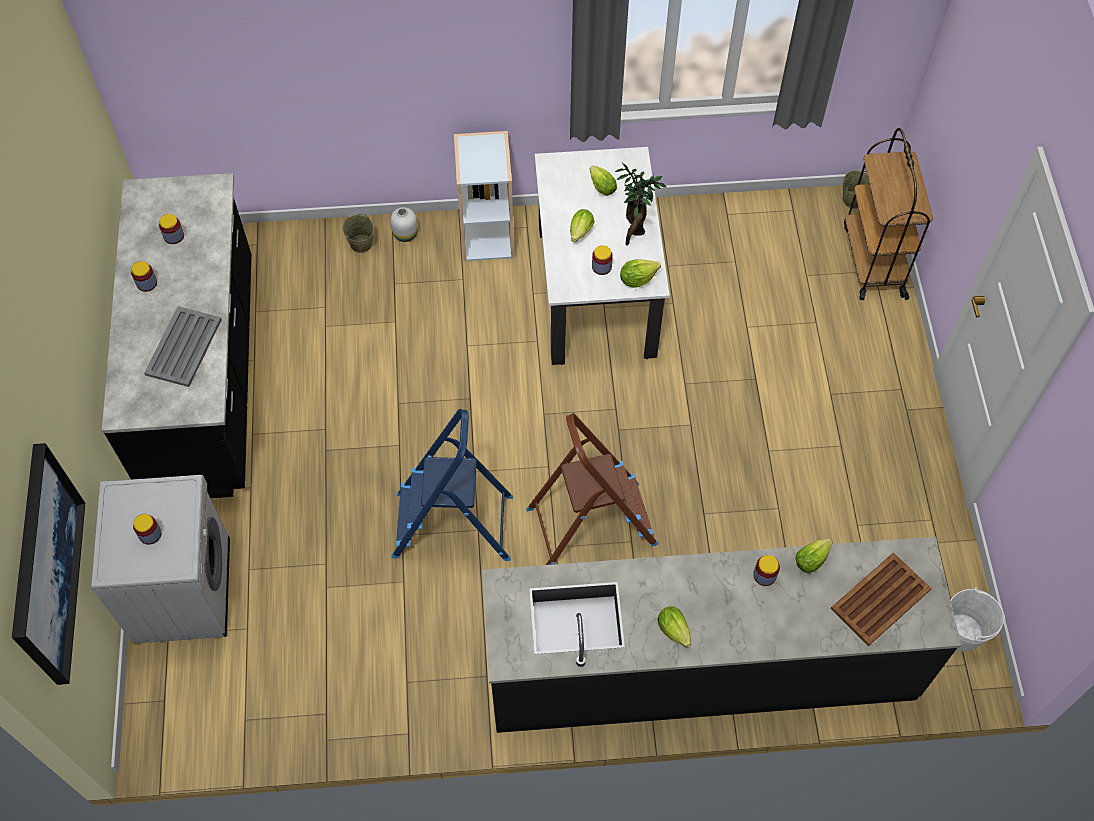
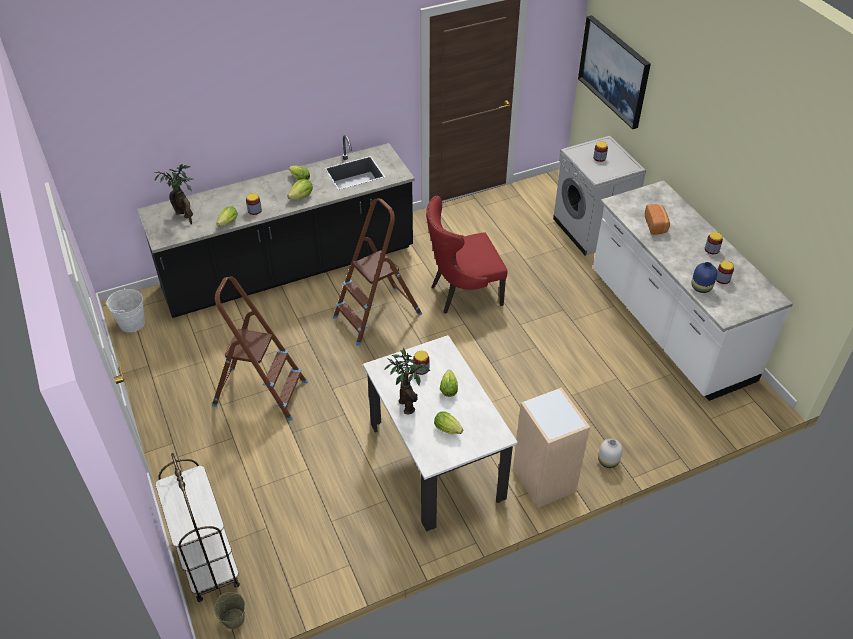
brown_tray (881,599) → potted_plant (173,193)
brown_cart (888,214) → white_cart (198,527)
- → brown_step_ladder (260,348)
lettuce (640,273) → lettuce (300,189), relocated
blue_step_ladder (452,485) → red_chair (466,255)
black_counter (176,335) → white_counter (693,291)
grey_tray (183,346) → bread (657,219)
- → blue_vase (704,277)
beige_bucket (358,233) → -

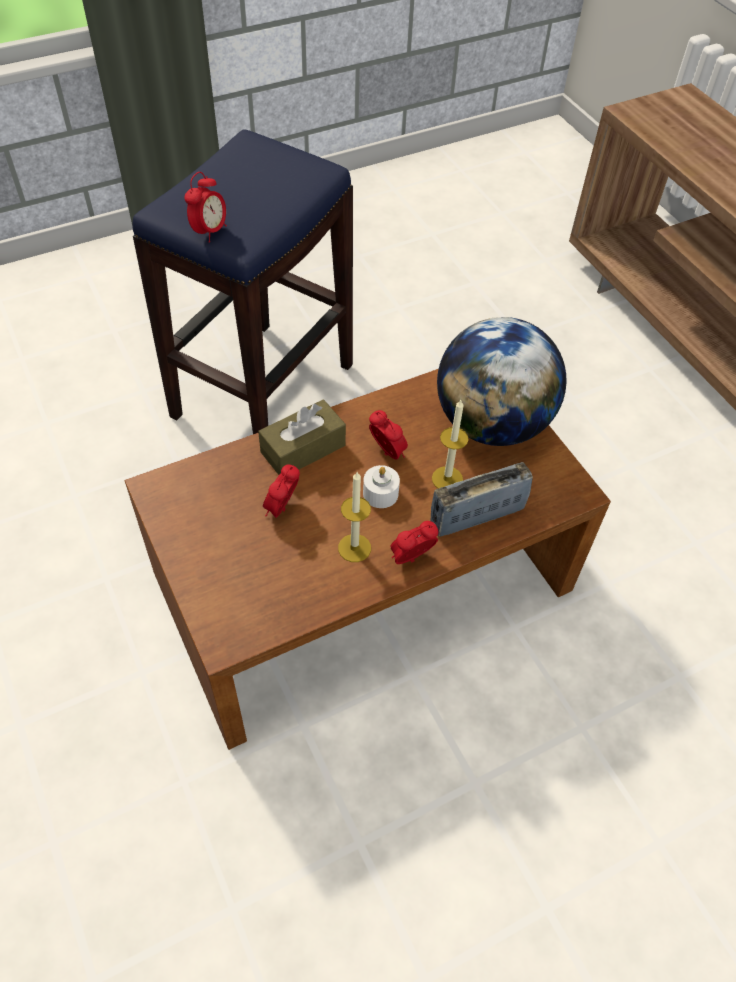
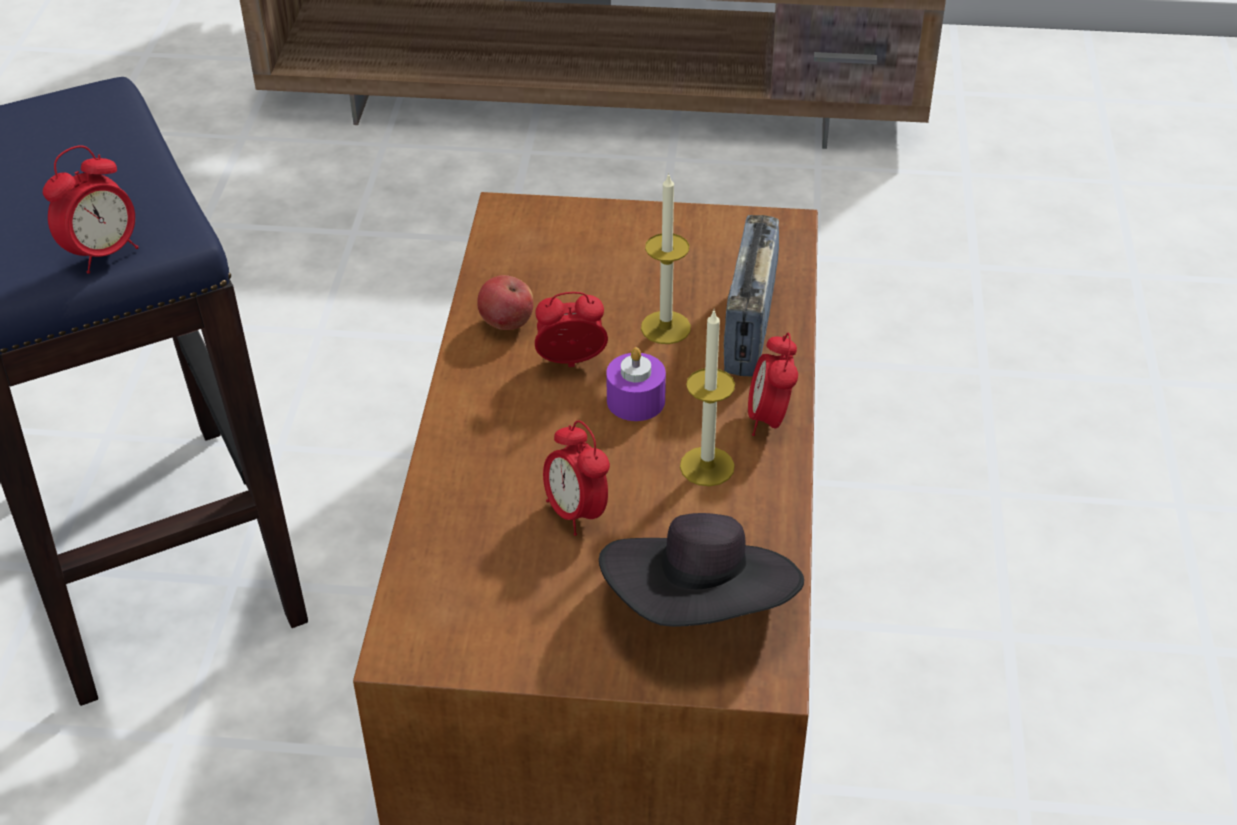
alarm_clock (206,207) → alarm_clock (91,210), 75 degrees clockwise
- → apple (505,302)
- → black_hat (701,570)
white_candle (381,486) → purple_candle (636,384)
brown_tissue_box (302,437) → -
globe (501,381) → -

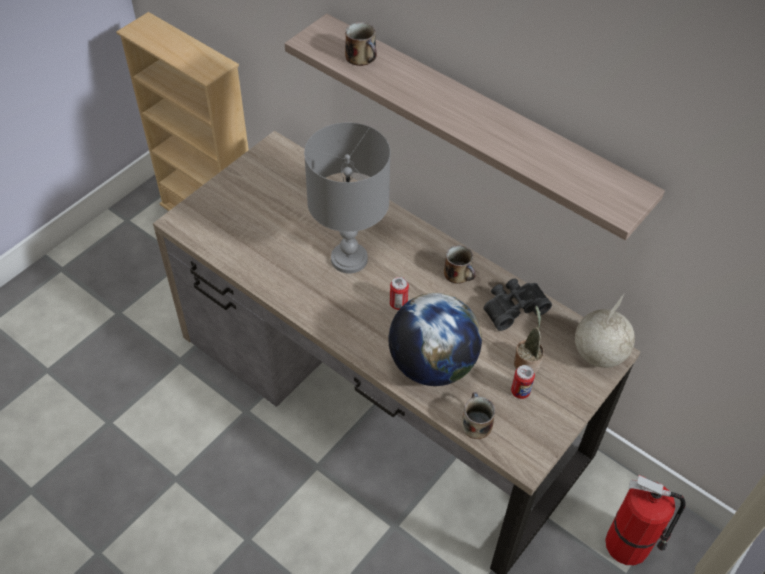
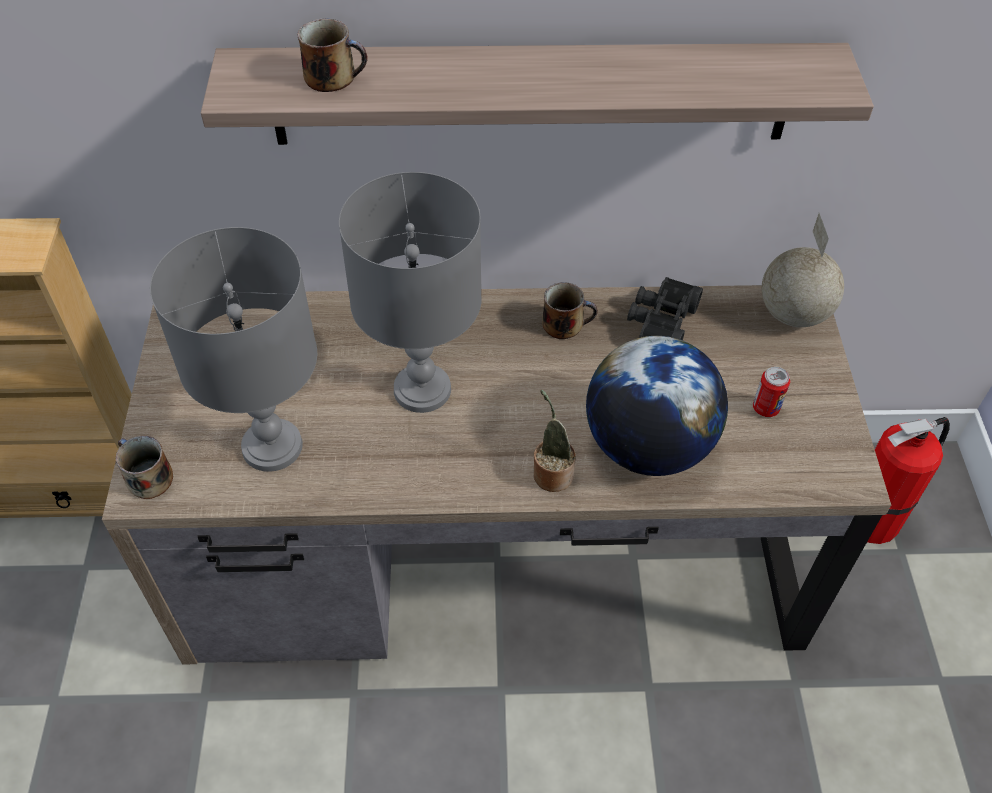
mug (478,415) → mug (144,467), relocated
- → grey_table_lamp (233,349)
potted_plant (529,339) → potted_plant (555,441), relocated
can (399,293) → -

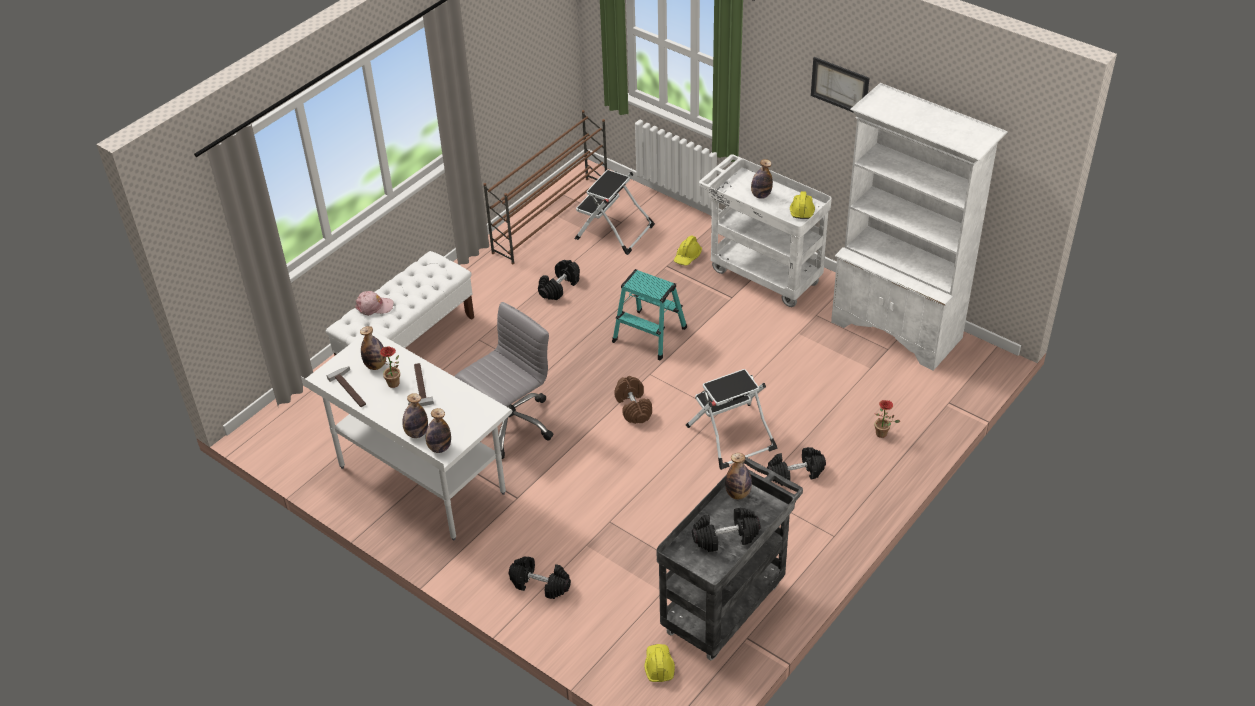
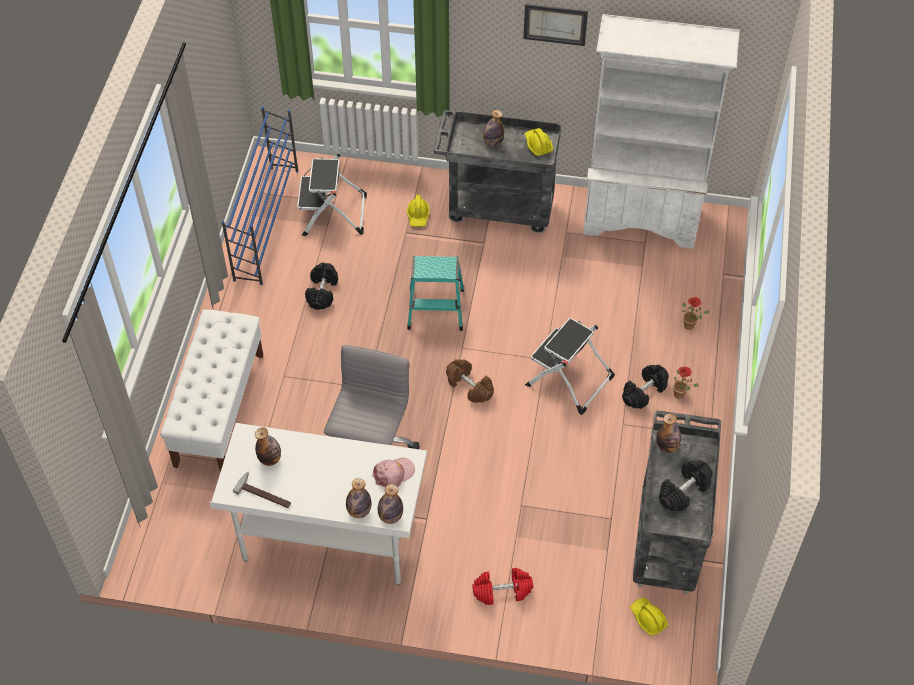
brown_shoe_rack (545,187) → blue_shoe_rack (260,195)
pink_cap (374,303) → pink_cap (394,472), relocated
white_cart (765,230) → black_cart (497,171)
black_dumbbell (540,578) → red_dumbbell (502,586)
potted_plant (389,367) → potted_plant (686,383), relocated
hammer (421,384) → -

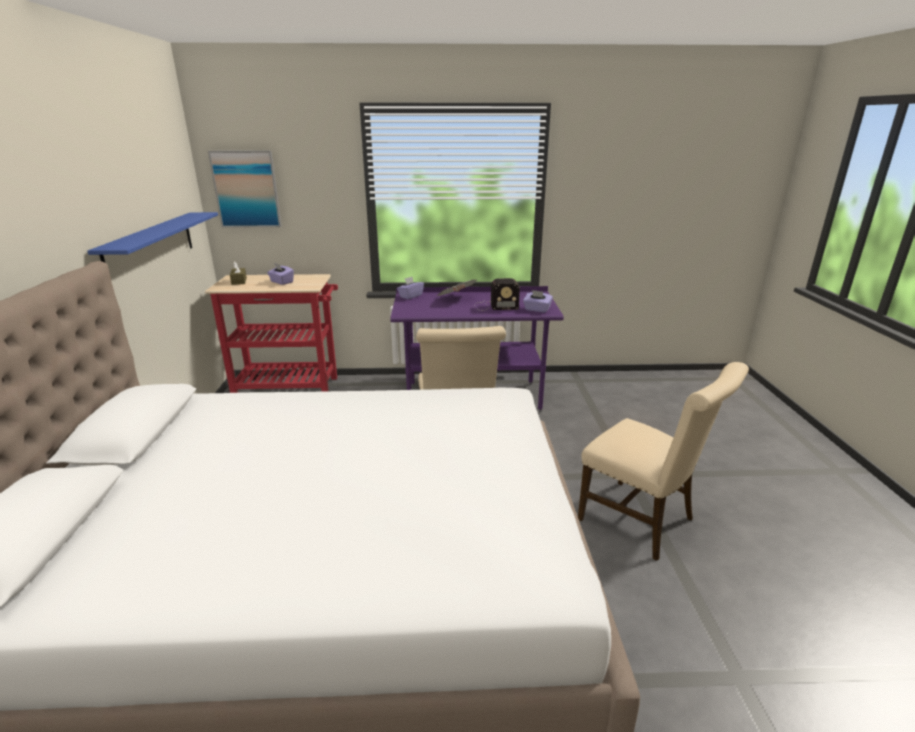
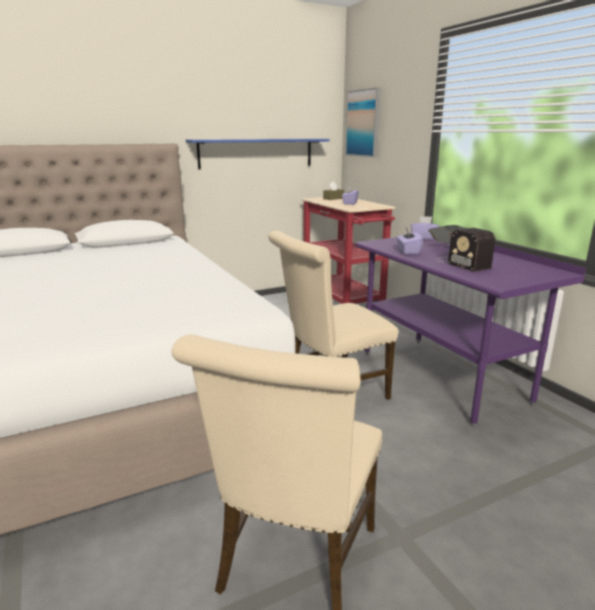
purple_tissue_box (538,301) → purple_tissue_box (409,241), relocated

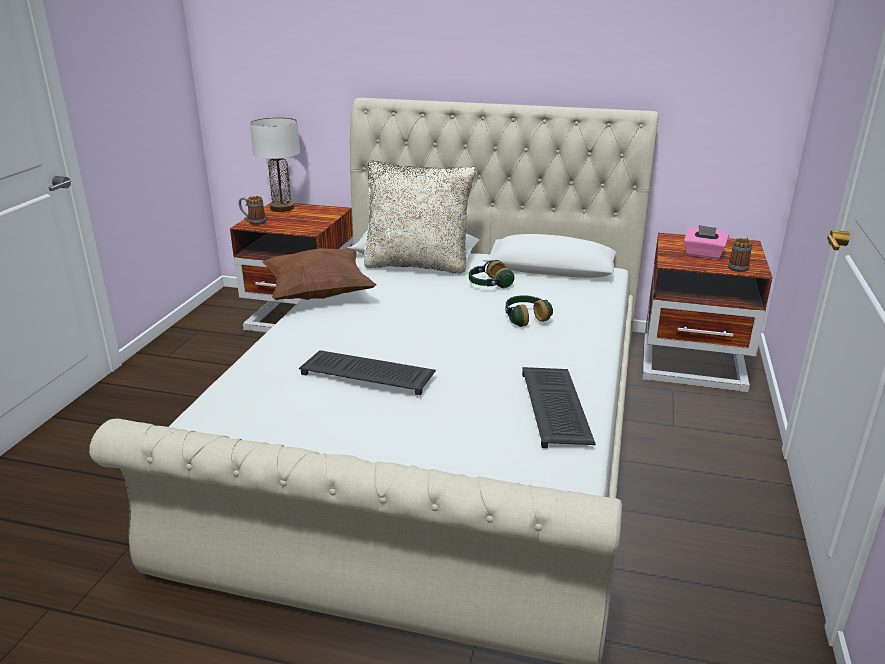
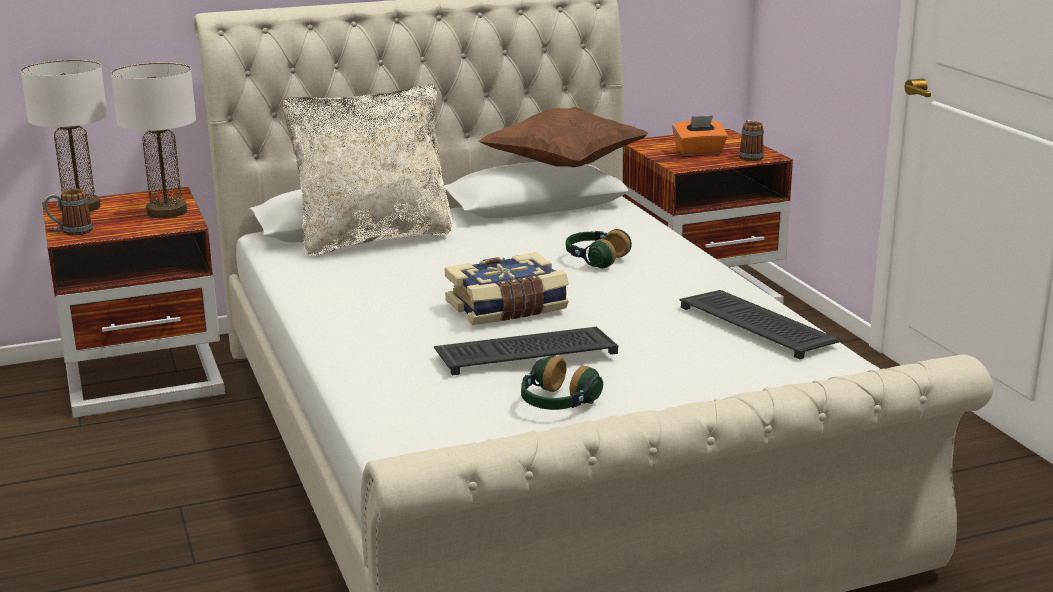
- → table_lamp (153,140)
- → book (507,288)
brown_pillow (319,274) → brown_pillow (564,137), relocated
headphones (491,274) → headphones (562,382), relocated
pink_tissue_box (706,242) → orange_tissue_box (700,136)

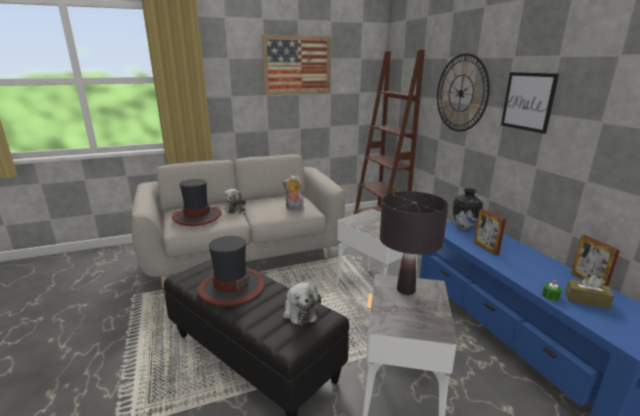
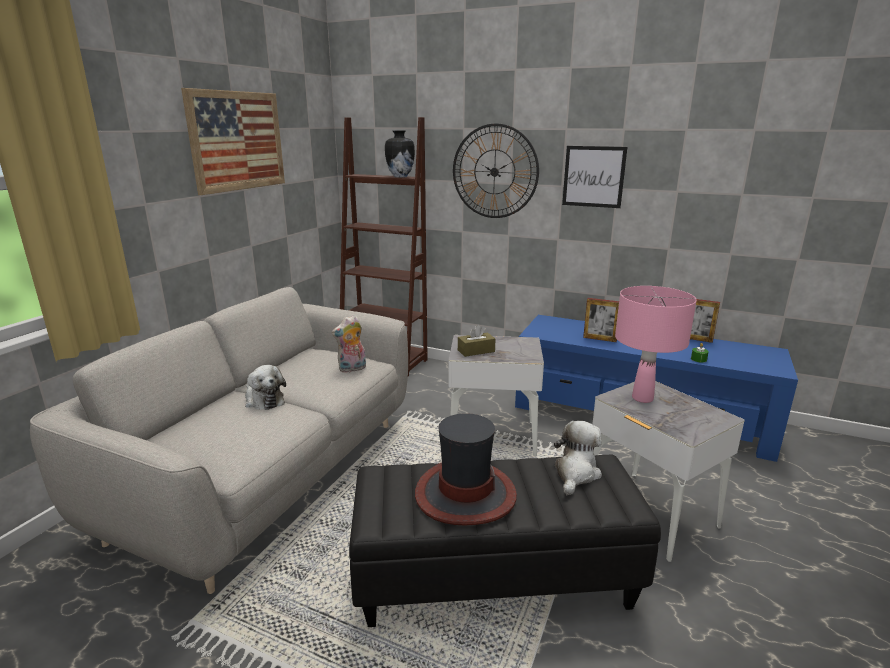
vase (468,209) → vase (400,154), relocated
brown_tissue_box (589,292) → brown_tissue_box (477,341), relocated
plush_toy (302,303) → plush_toy (578,458), 90 degrees counterclockwise
black_table_lamp (414,243) → pink_table_lamp (656,344)
hat (197,202) → -

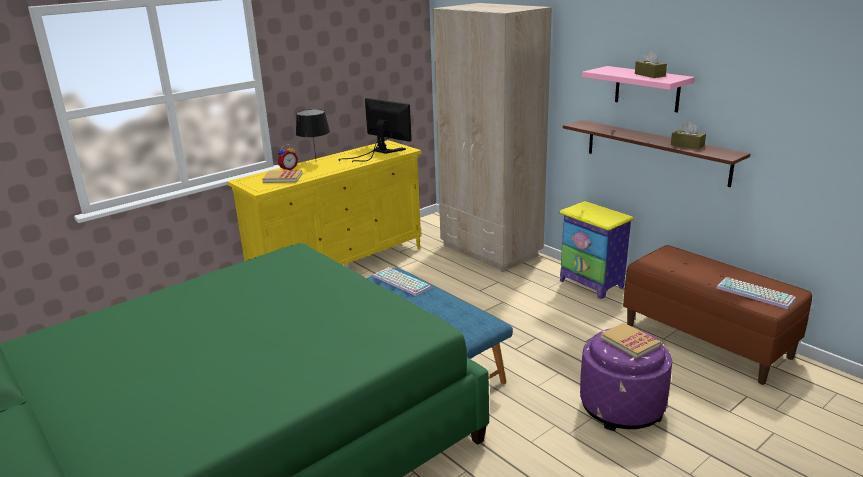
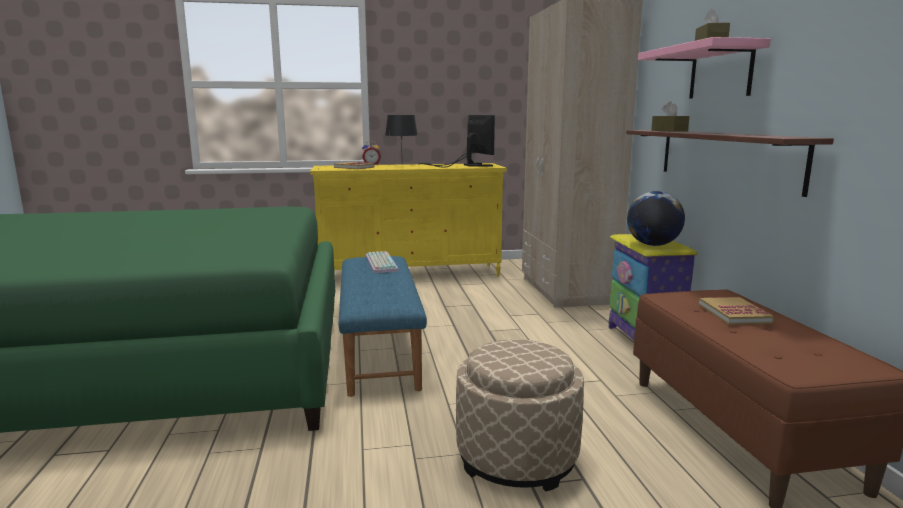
purple_ottoman (626,379) → beige_ottoman (520,415)
- → globe (656,218)
brown_tissue_box (688,135) → brown_tissue_box (670,116), relocated
book (631,341) → book (737,311), relocated
keyboard (756,293) → -

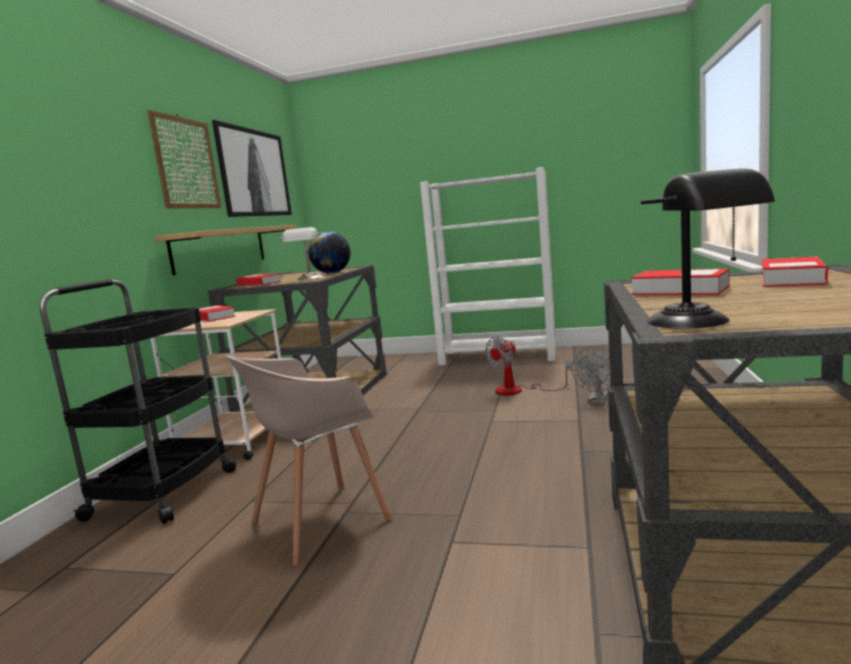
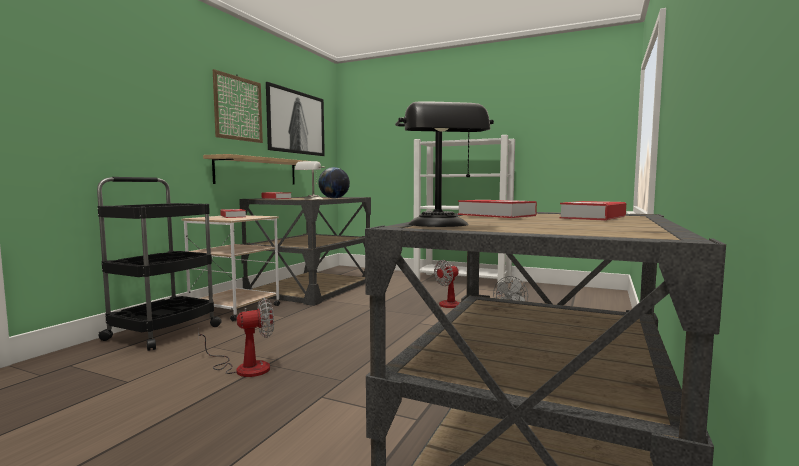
beige_chair (308,460) → fan (236,337)

